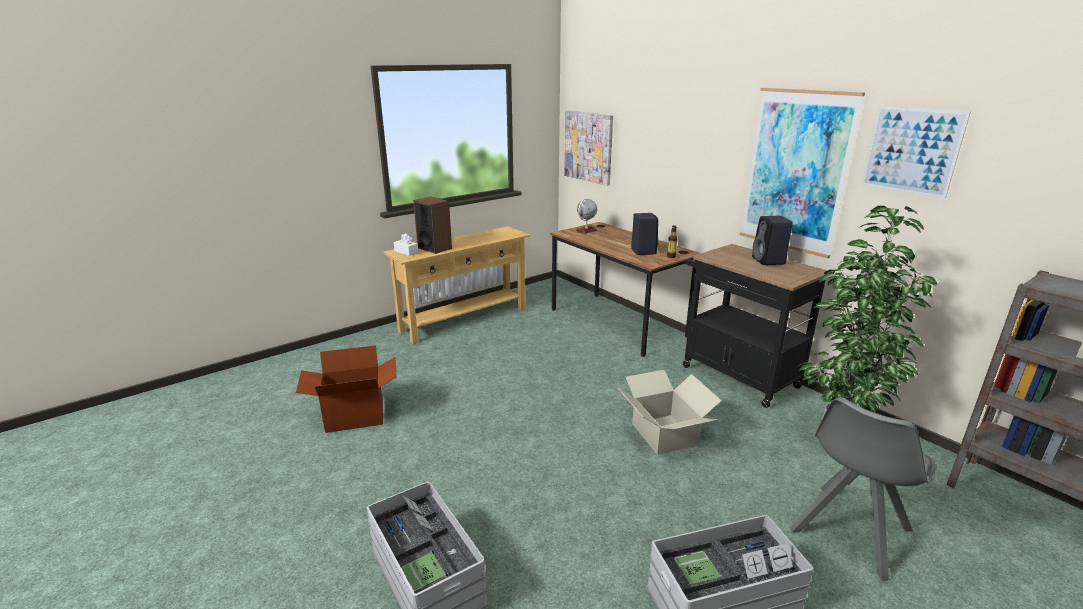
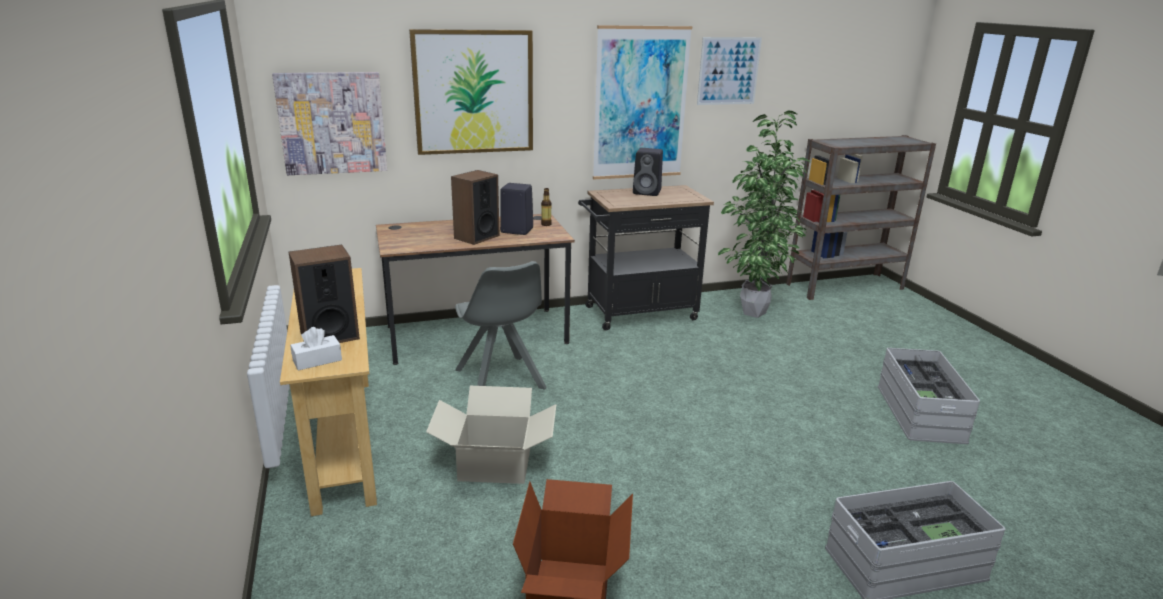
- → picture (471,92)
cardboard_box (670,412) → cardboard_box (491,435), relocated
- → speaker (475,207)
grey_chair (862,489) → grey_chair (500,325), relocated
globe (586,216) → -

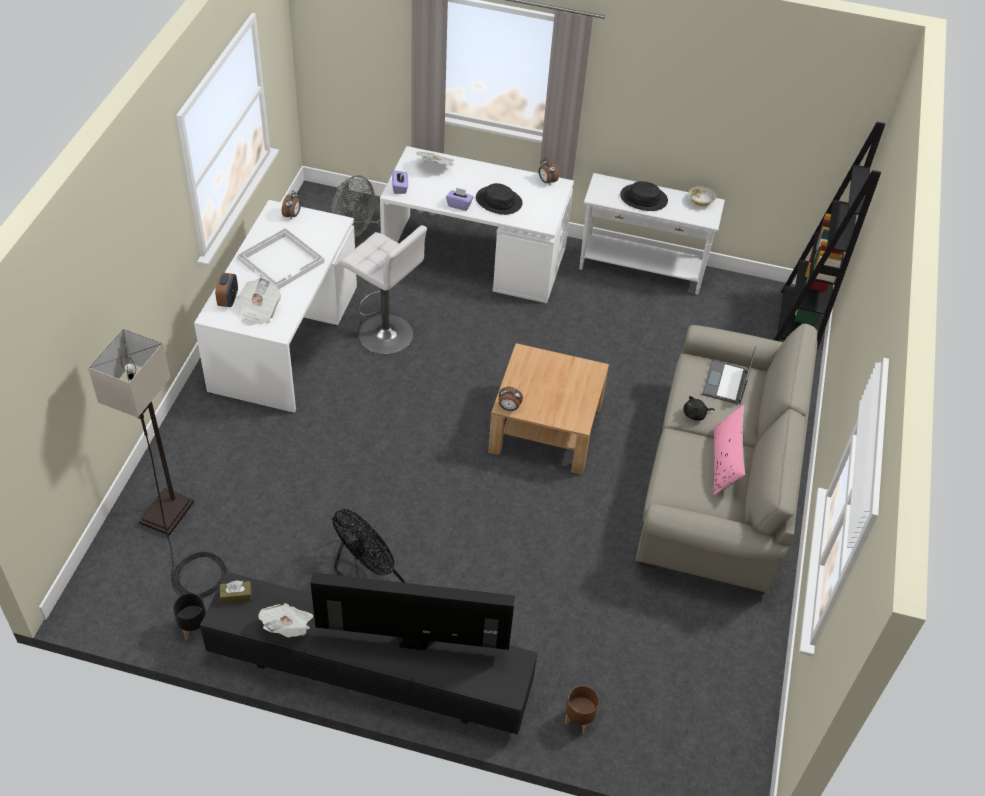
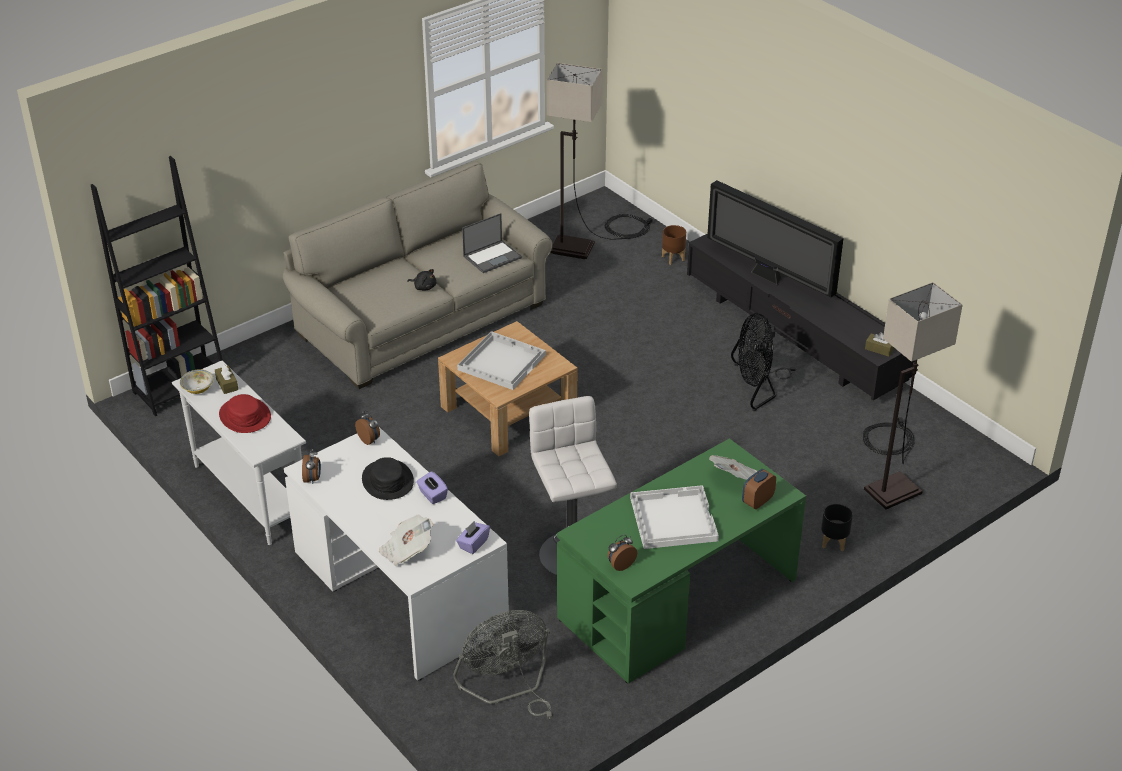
- → brown_tissue_box (226,379)
black_hat (644,196) → red_hat (245,413)
alarm_clock (511,398) → alarm_clock (367,427), relocated
- → white_tray (501,360)
laptop (729,375) → laptop (492,243), relocated
- → floor_lamp (600,161)
white_desk (275,306) → green_desk (681,561)
black_planter (189,616) → black_planter (837,527), relocated
newspaper (285,620) → -
pink_pillow (729,451) → -

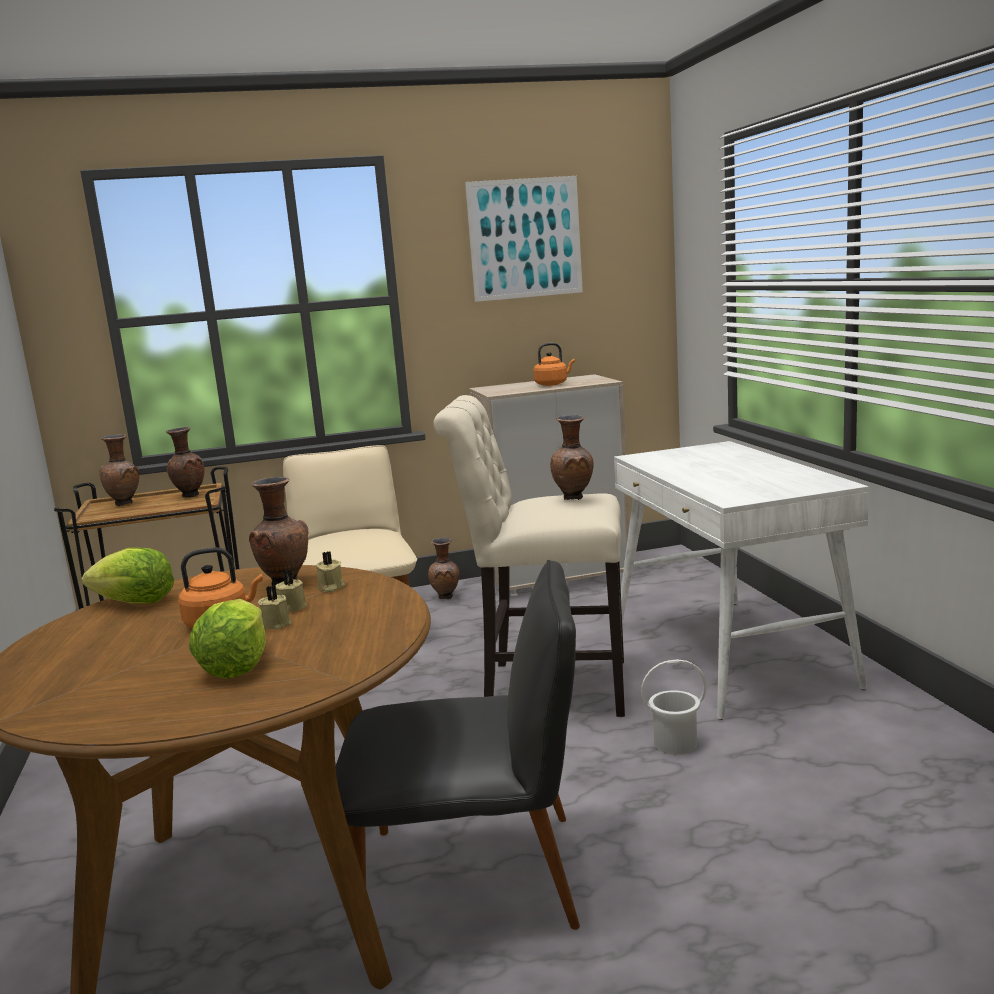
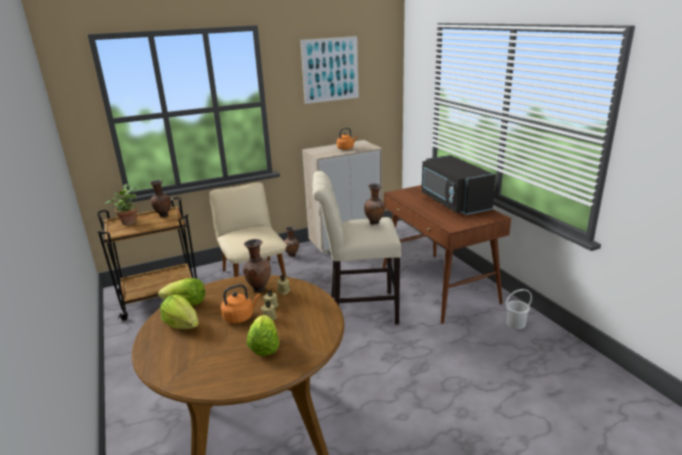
brown_vase (119,470) → potted_plant (121,204)
- → lettuce (179,311)
white_desk (741,580) → brown_desk (447,254)
- → black_microwave (459,185)
white_bucket (673,707) → white_bucket (518,309), relocated
black_chair (458,745) → -

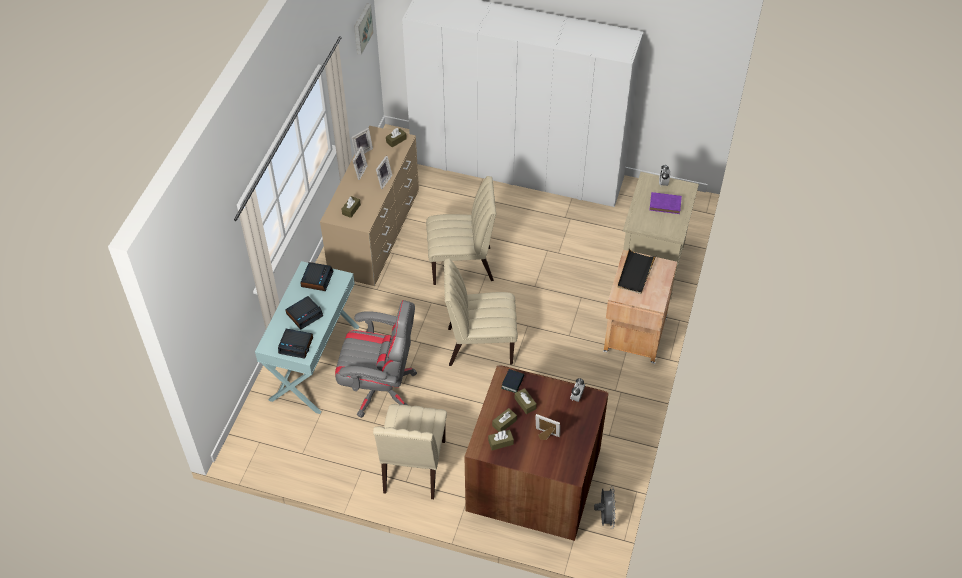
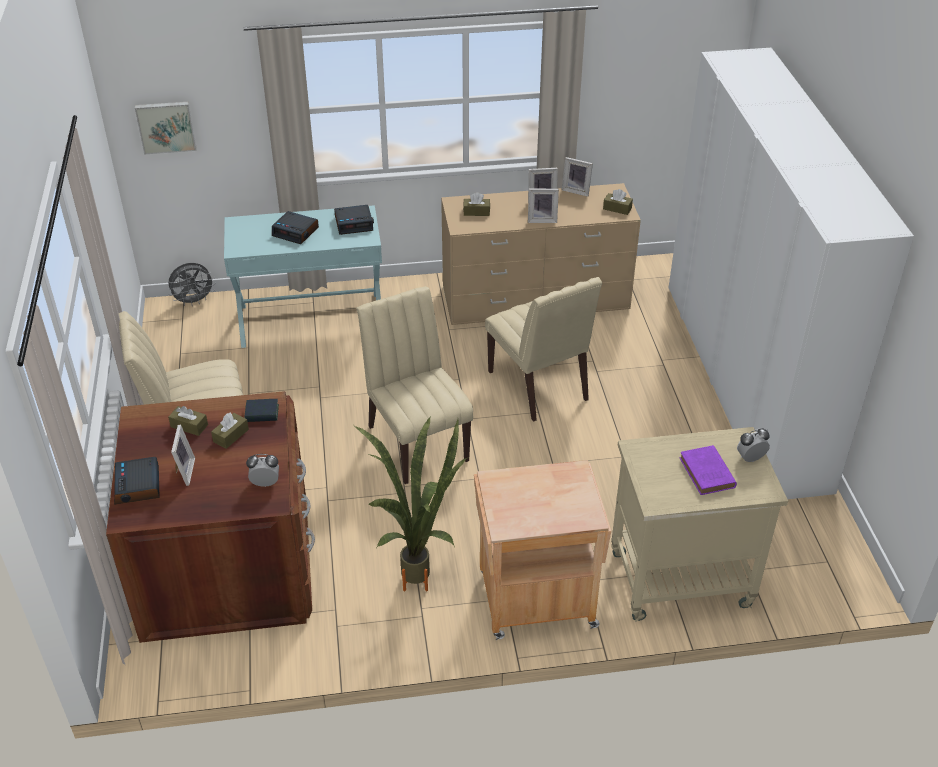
alarm_clock (295,344) → alarm_clock (137,481), relocated
picture (364,29) → picture (166,128), relocated
grey_fan (605,507) → grey_fan (192,284), relocated
- → potted_plant (410,504)
grey_office_chair (376,359) → -
brown_tissue_box (501,440) → -
black_tray (637,271) → -

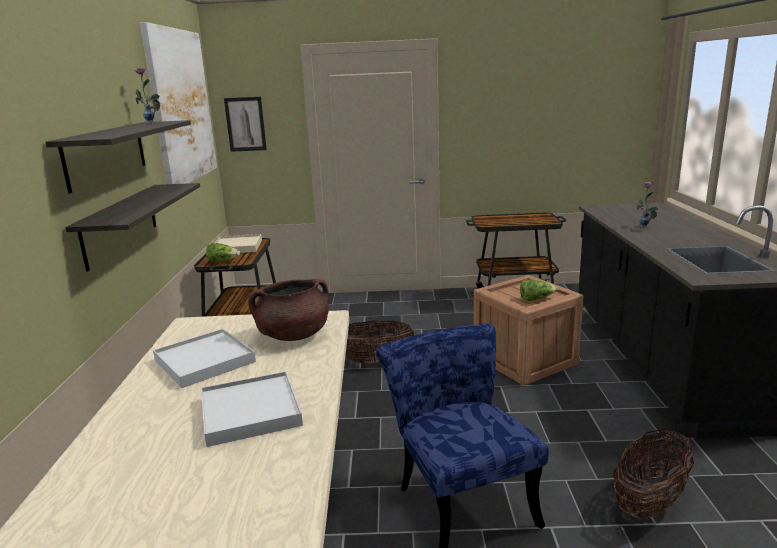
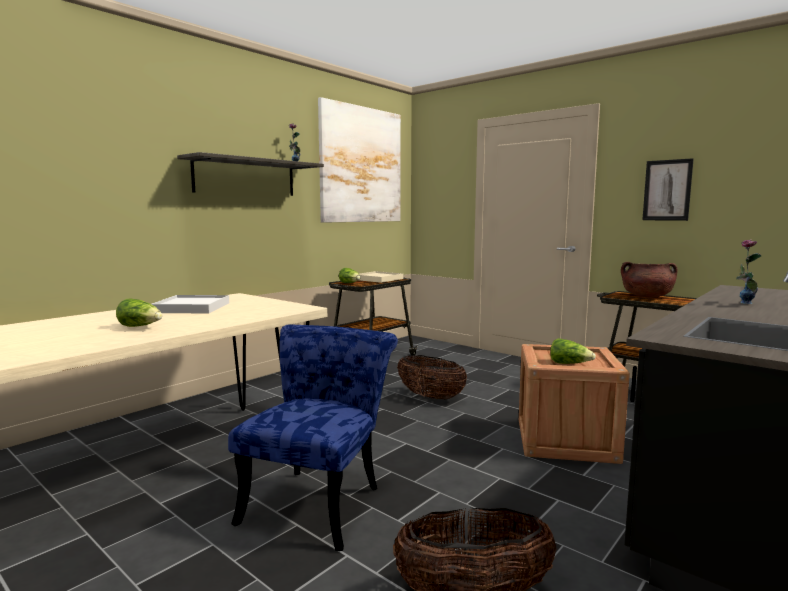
white_tray (252,409) → lettuce (139,312)
brown_cooking_pot (288,309) → brown_cooking_pot (649,280), relocated
picture (245,124) → picture (668,189), relocated
shelf (132,227) → -

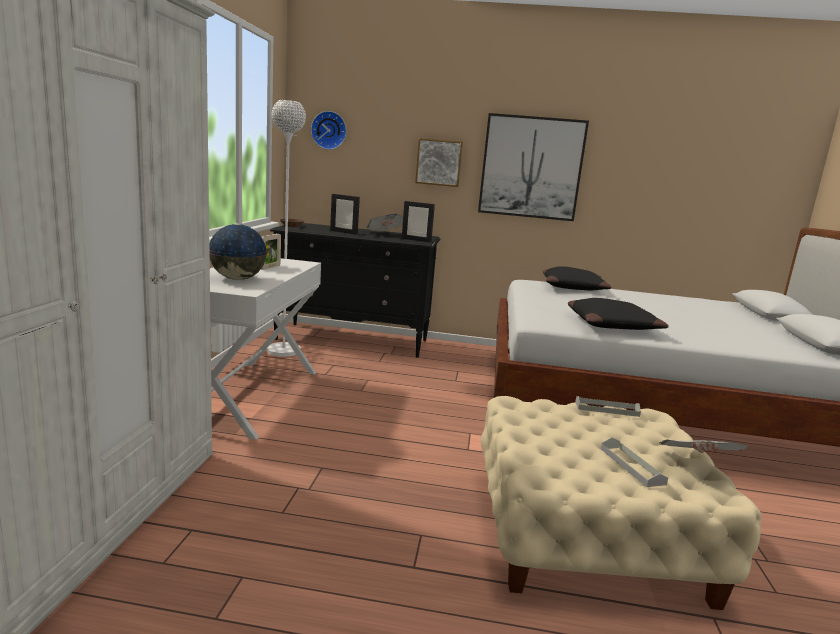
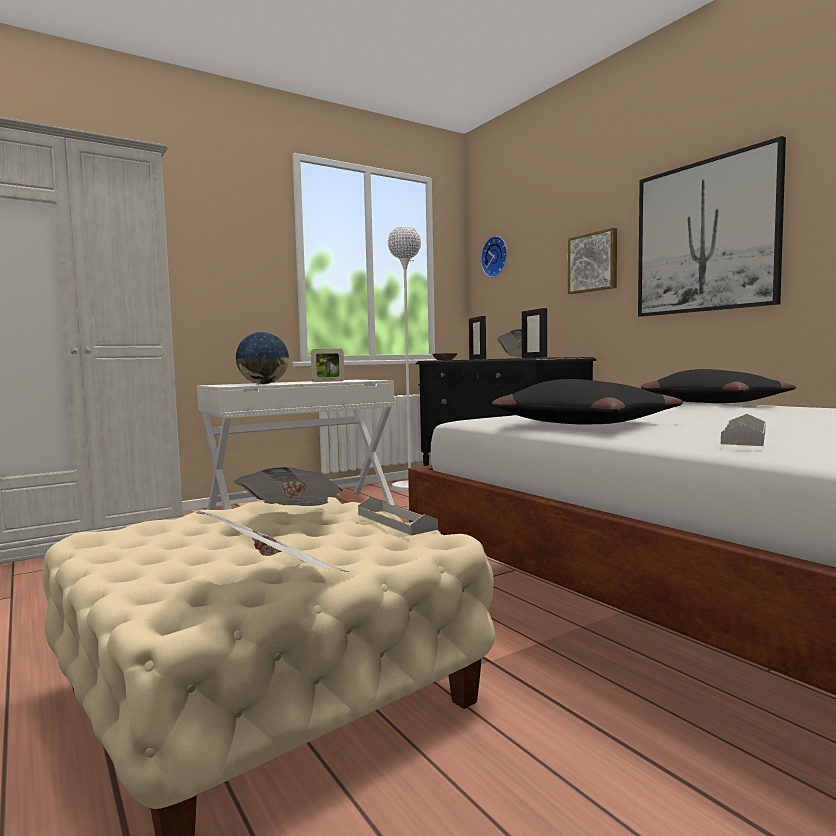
- → newspaper (288,486)
grey_tray (634,462) → grey_tray (743,430), relocated

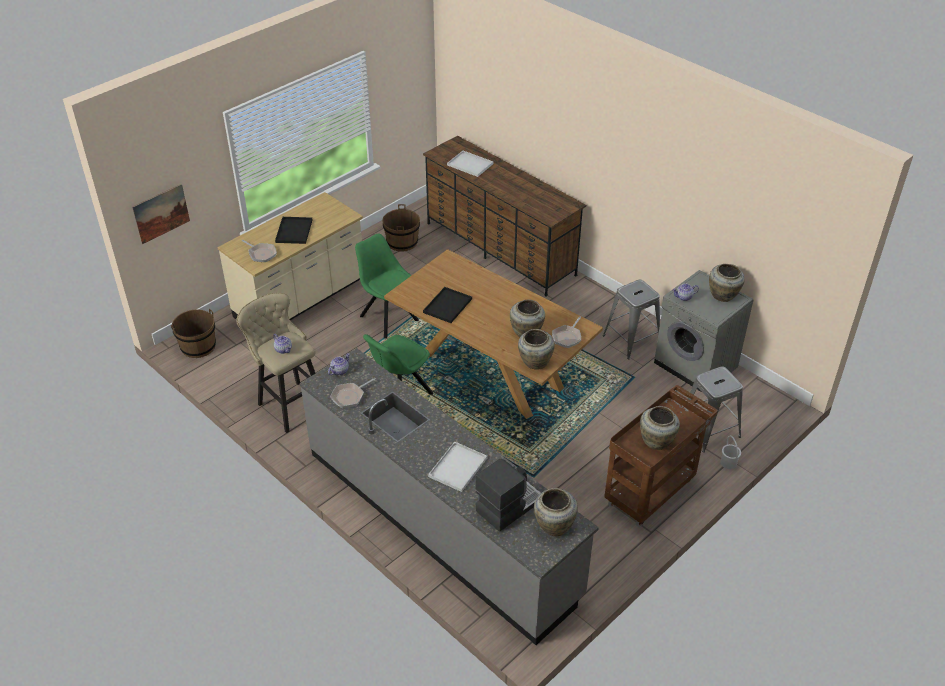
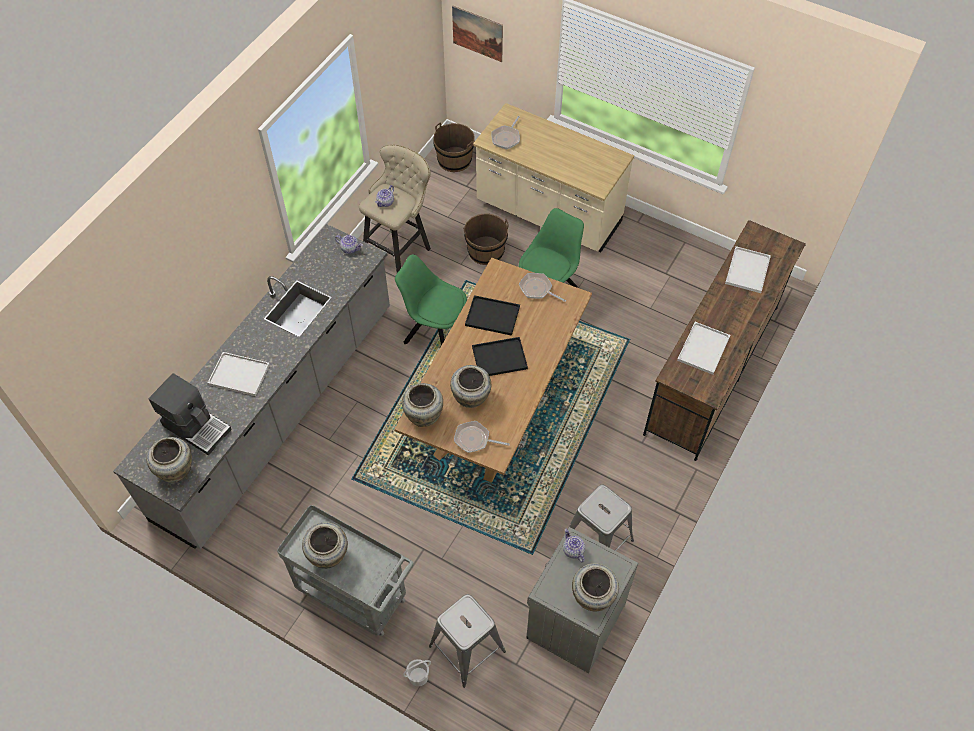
brown_cart (661,456) → grey_cart (345,570)
brown_bucket (401,227) → brown_bucket (486,239), relocated
black_tray (293,230) → black_tray (500,356), relocated
frying_pan (353,393) → frying_pan (542,287), relocated
- → white_tray (703,348)

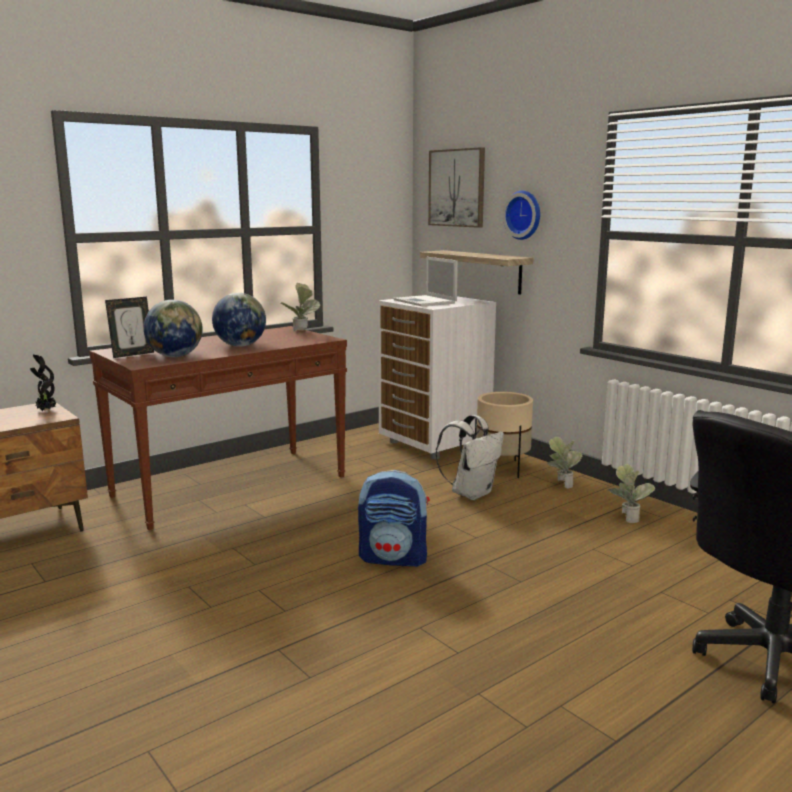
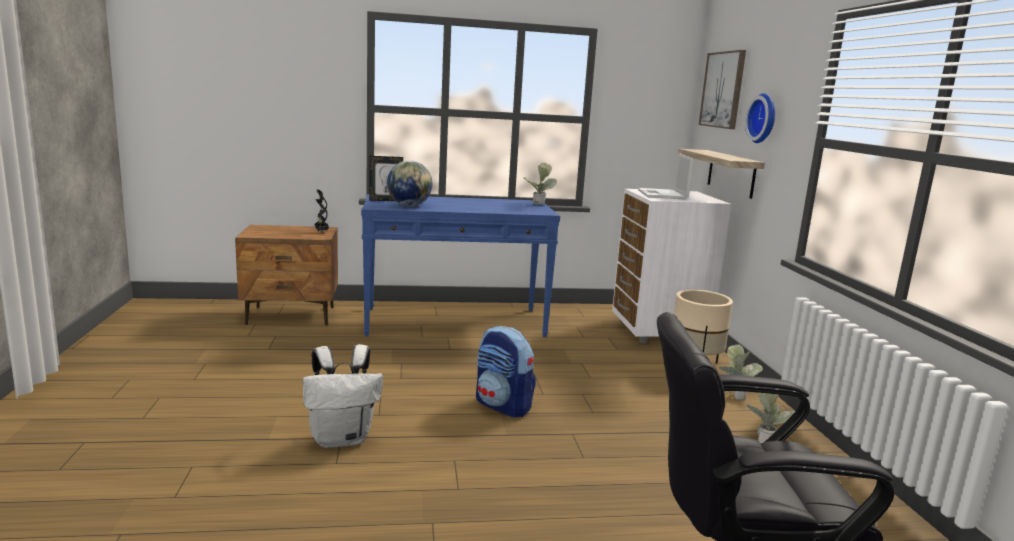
white_backpack (470,457) → white_backpack (343,396), relocated
brown_console_table (218,428) → blue_console_table (460,265)
globe (239,320) → -

